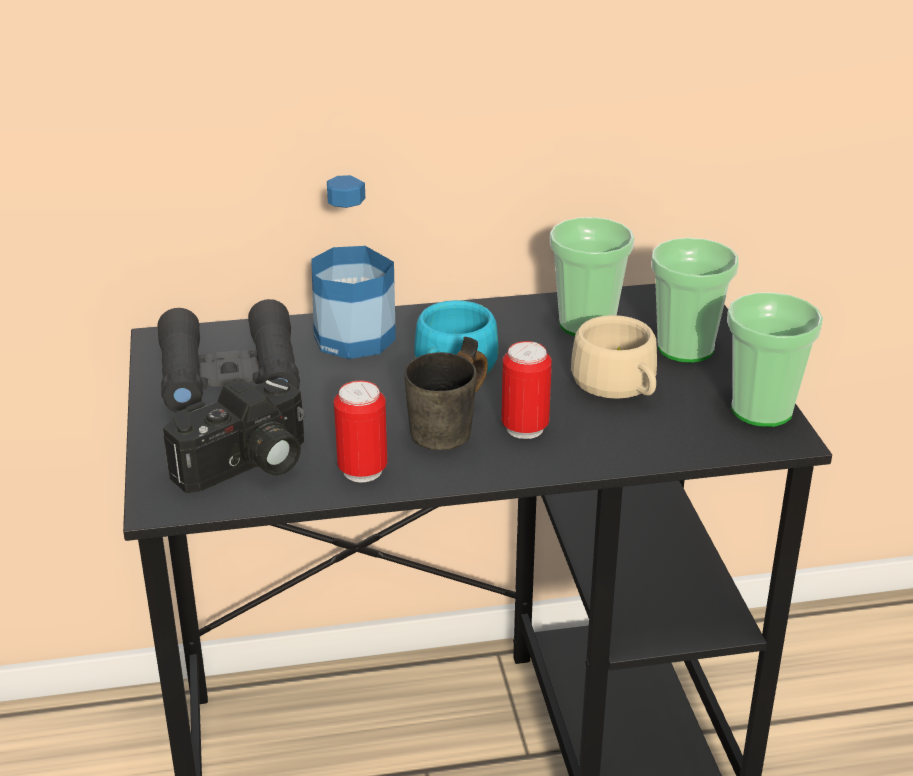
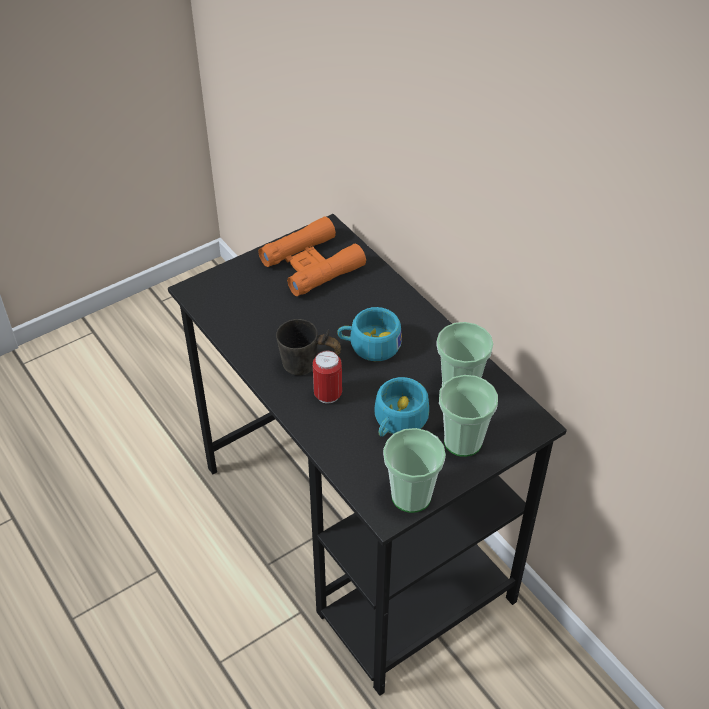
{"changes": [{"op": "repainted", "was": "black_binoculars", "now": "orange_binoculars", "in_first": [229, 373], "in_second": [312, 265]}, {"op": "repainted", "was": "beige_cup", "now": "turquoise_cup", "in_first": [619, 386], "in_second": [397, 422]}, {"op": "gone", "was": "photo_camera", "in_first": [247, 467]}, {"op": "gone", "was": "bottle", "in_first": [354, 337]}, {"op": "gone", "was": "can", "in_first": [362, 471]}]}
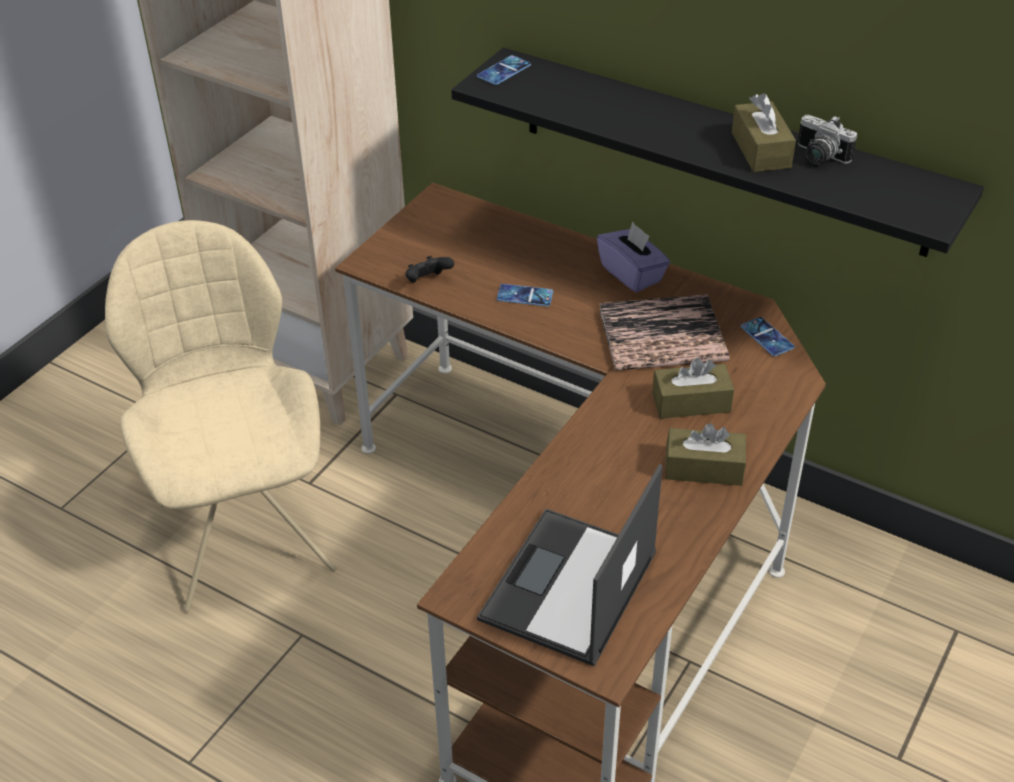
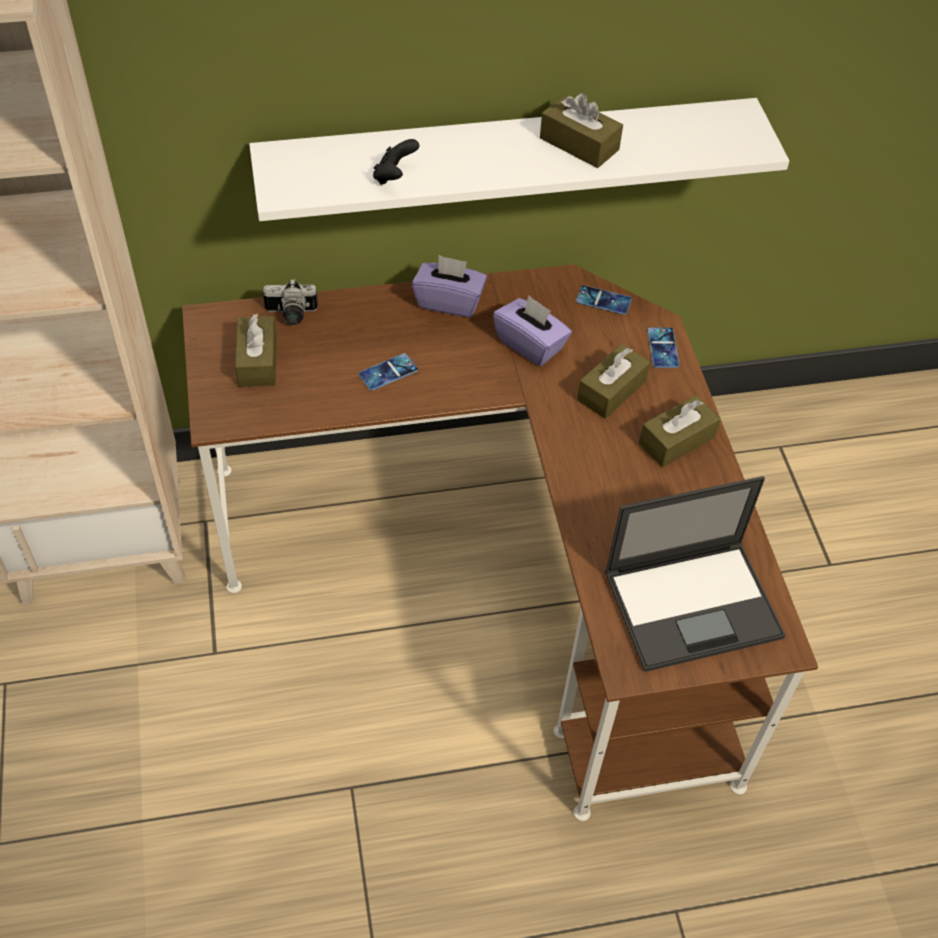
{"changes": [{"op": "new", "now": "brown_tissue_box", "in_second": [257, 361]}, {"op": "repainted", "was": "black_shelf", "now": "white_shelf", "in_first": [721, 151], "in_second": [507, 156]}, {"op": "shifted", "was": "photo_camera", "in_first": [818, 157], "in_second": [291, 315]}, {"op": "shifted", "was": "black_game_controller", "in_first": [428, 281], "in_second": [394, 176]}, {"op": "swapped", "was": "book", "now": "purple_tissue_box", "in_first": [662, 335], "in_second": [530, 344]}, {"op": "rotated", "was": "laptop", "in_first": [568, 588], "in_second": [694, 604], "clockwise": -90}, {"op": "shifted", "was": "phone", "in_first": [504, 71], "in_second": [663, 348]}, {"op": "gone", "was": "beige_chair", "in_first": [245, 531]}]}
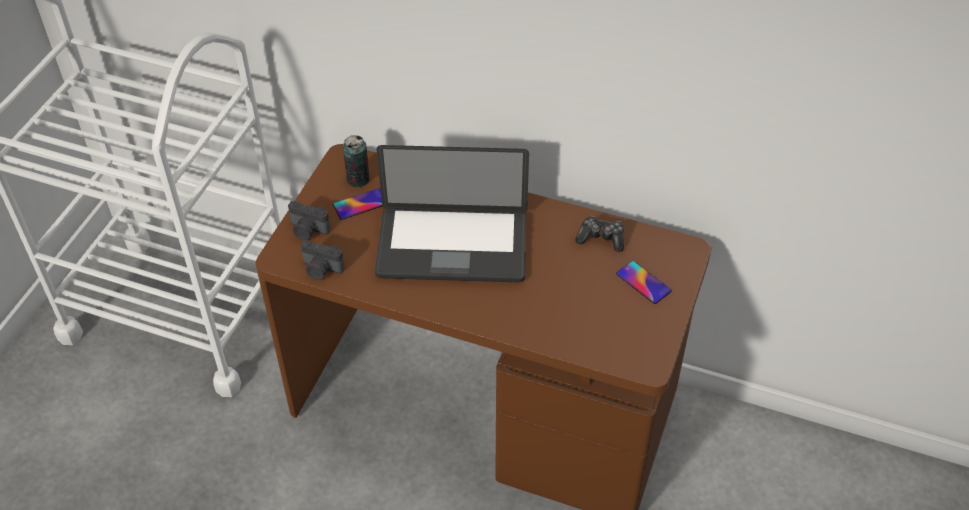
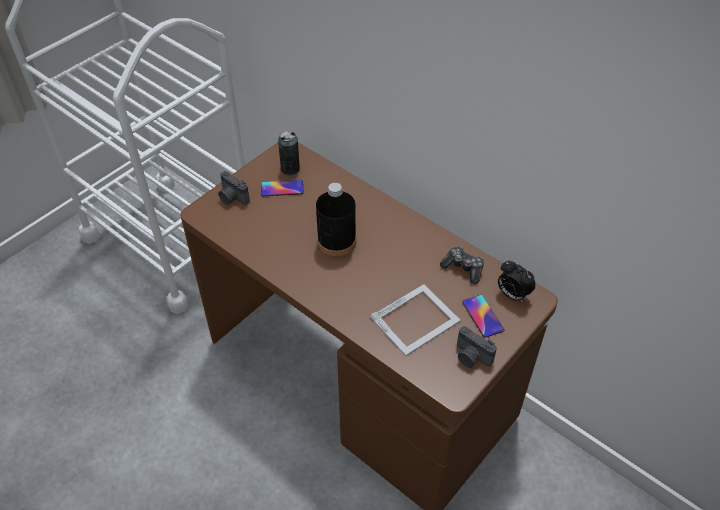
{"changes": [{"op": "swapped", "was": "laptop", "now": "black_bottle", "in_first": [452, 247], "in_second": [336, 241]}, {"op": "new", "now": "picture_frame", "in_second": [416, 319]}, {"op": "shifted", "was": "photo_camera", "in_first": [321, 270], "in_second": [471, 357]}, {"op": "new", "now": "alarm_clock", "in_second": [512, 294]}]}
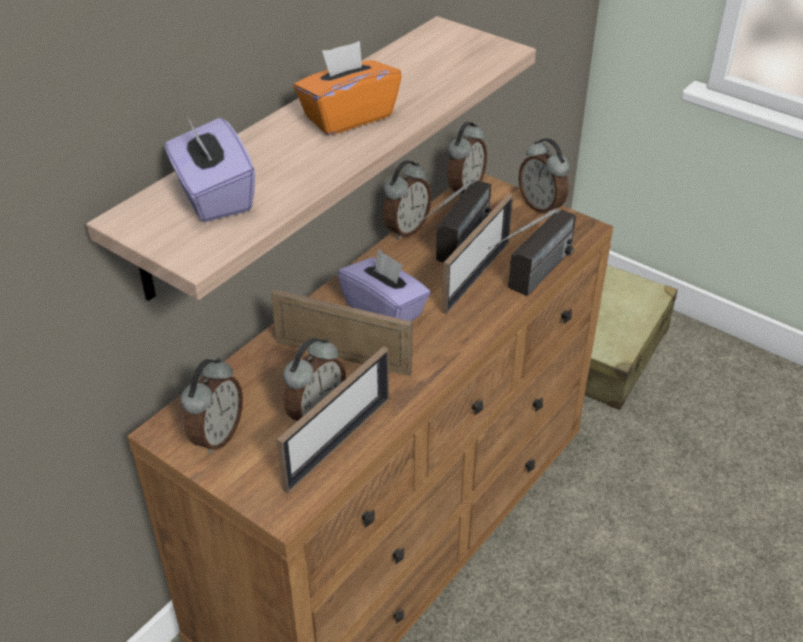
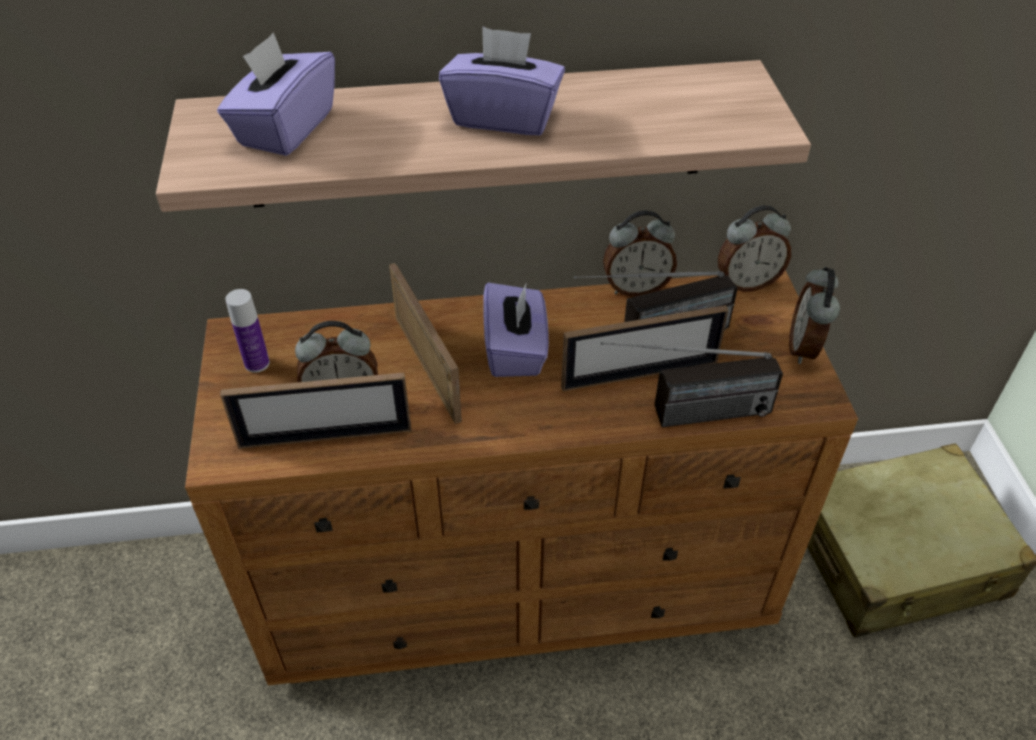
{"changes": [{"op": "swapped", "was": "alarm_clock", "now": "bottle", "in_first": [216, 436], "in_second": [257, 363]}, {"op": "repainted", "was": "orange_tissue_box", "now": "purple_tissue_box", "in_first": [348, 116], "in_second": [504, 117]}]}
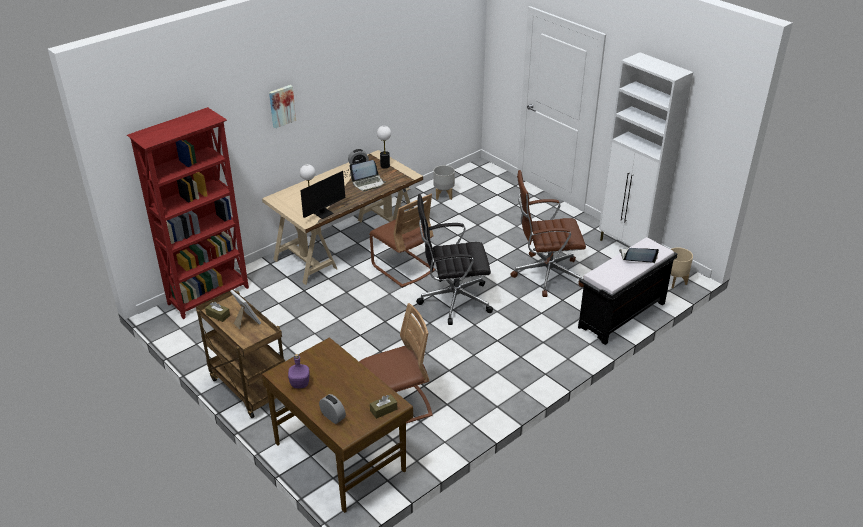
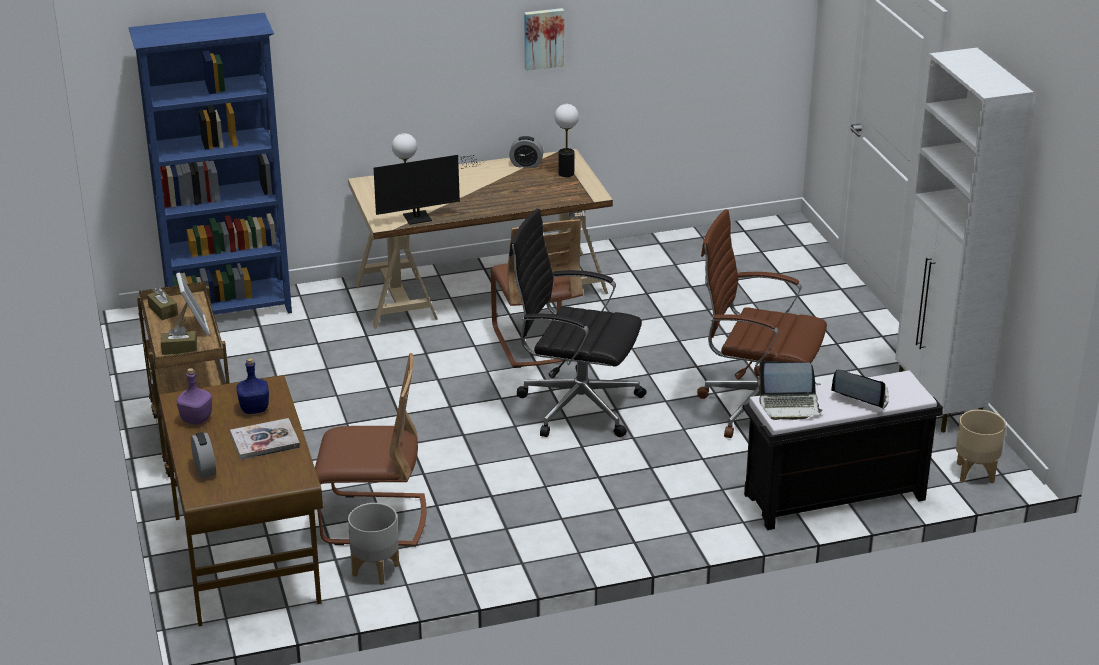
{"changes": [{"op": "repainted", "was": "red_bookcase", "now": "blue_bookcase", "in_first": [209, 296], "in_second": [230, 310]}, {"op": "shifted", "was": "brown_tissue_box", "in_first": [383, 410], "in_second": [179, 349]}, {"op": "new", "now": "book", "in_second": [265, 441]}, {"op": "new", "now": "blue_bottle", "in_second": [254, 409]}, {"op": "shifted", "was": "grey_planter", "in_first": [444, 195], "in_second": [376, 570]}, {"op": "shifted", "was": "picture", "in_first": [281, 106], "in_second": [543, 38]}, {"op": "shifted", "was": "laptop", "in_first": [368, 183], "in_second": [789, 405]}]}
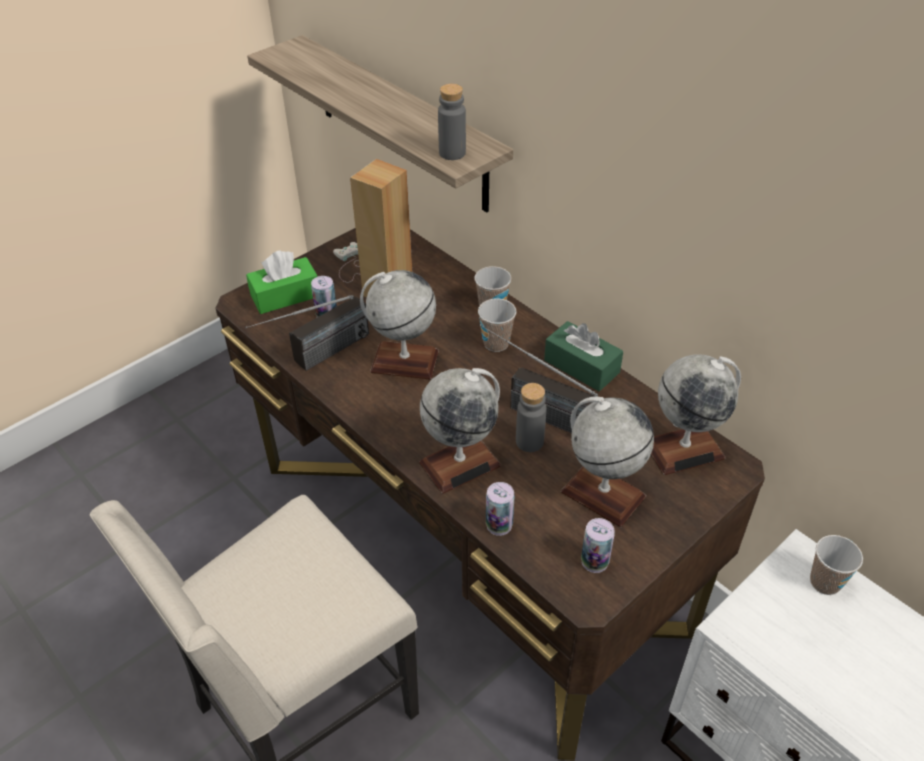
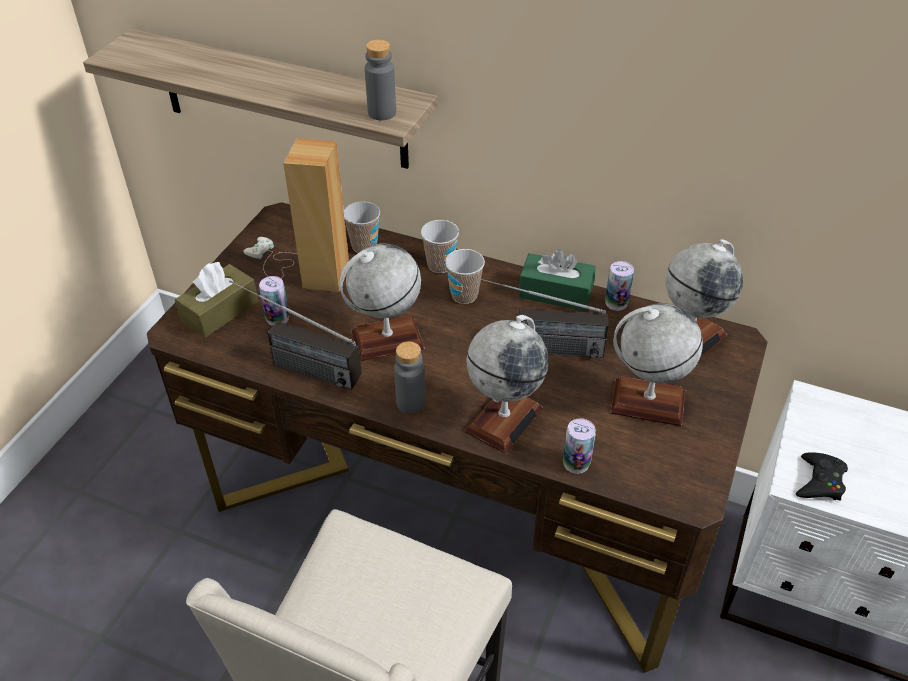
{"changes": [{"op": "repainted", "was": "green_tissue_box", "now": "brown_tissue_box", "in_first": [285, 296], "in_second": [220, 311]}, {"op": "rotated", "was": "radio", "in_first": [316, 358], "in_second": [295, 365], "clockwise": 90}, {"op": "shifted", "was": "cup", "in_first": [825, 582], "in_second": [364, 246]}, {"op": "shifted", "was": "grey_bottle", "in_first": [529, 441], "in_second": [411, 402]}, {"op": "shifted", "was": "can", "in_first": [594, 561], "in_second": [616, 303]}, {"op": "new", "now": "black_game_controller", "in_second": [820, 481]}]}
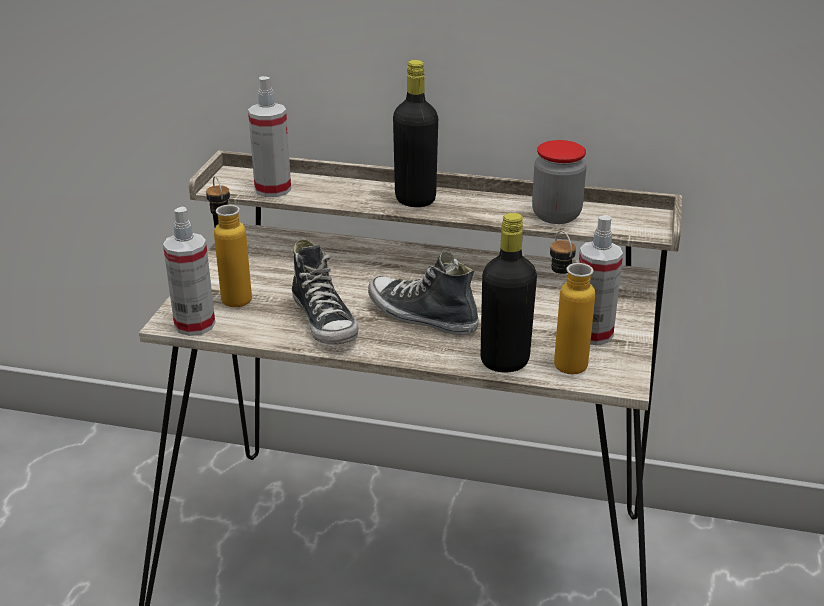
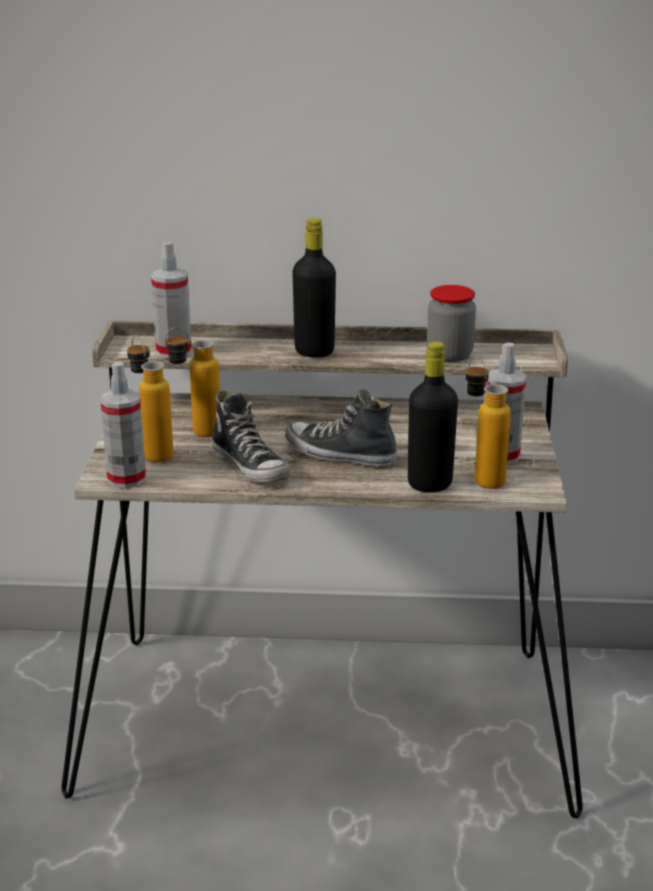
{"changes": [{"op": "new", "now": "bottle", "in_second": [195, 434]}]}
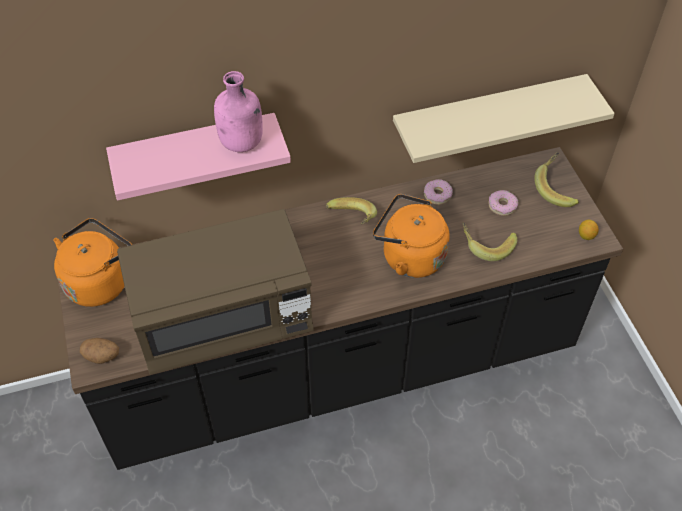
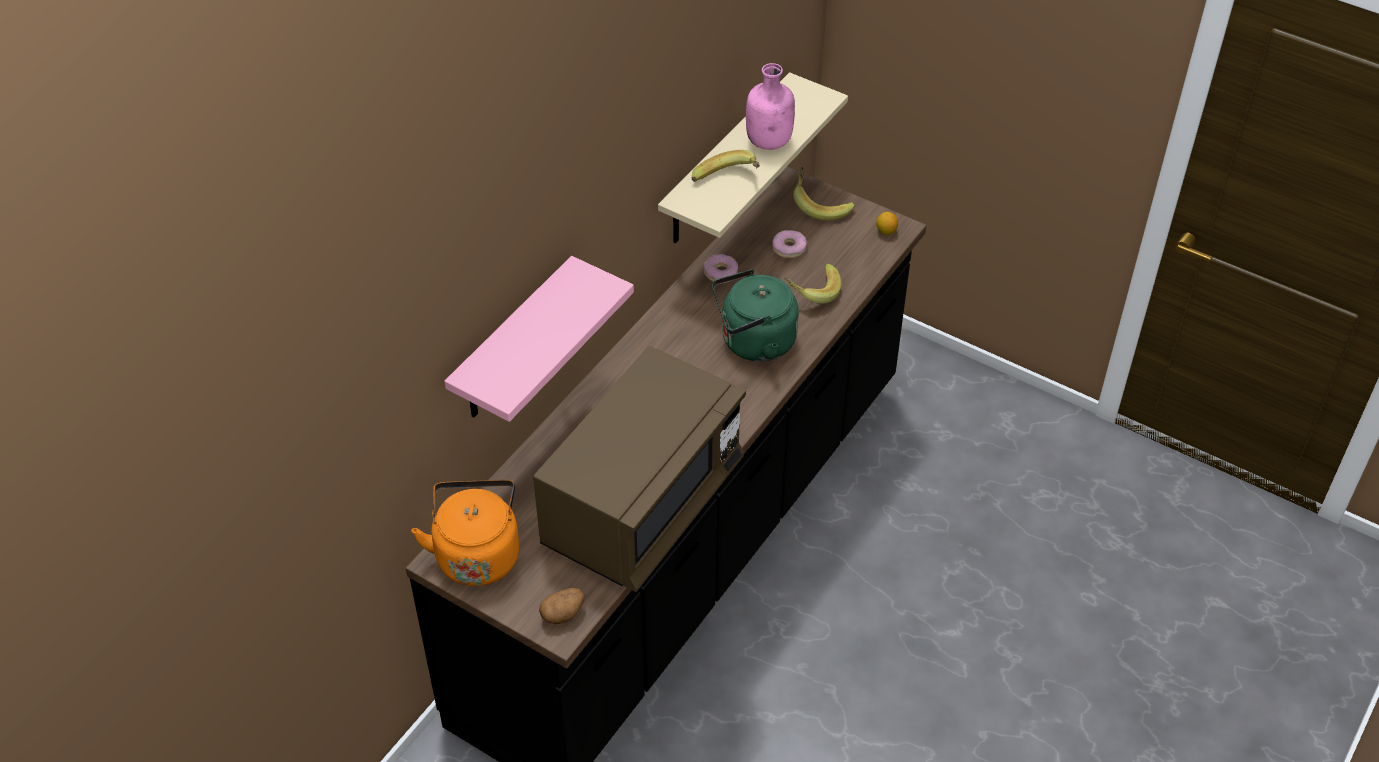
{"changes": [{"op": "shifted", "was": "banana", "in_first": [351, 221], "in_second": [728, 181]}, {"op": "repainted", "was": "orange_kettle", "now": "green_kettle", "in_first": [409, 256], "in_second": [753, 343]}, {"op": "shifted", "was": "pink_bottle", "in_first": [242, 143], "in_second": [770, 141]}]}
